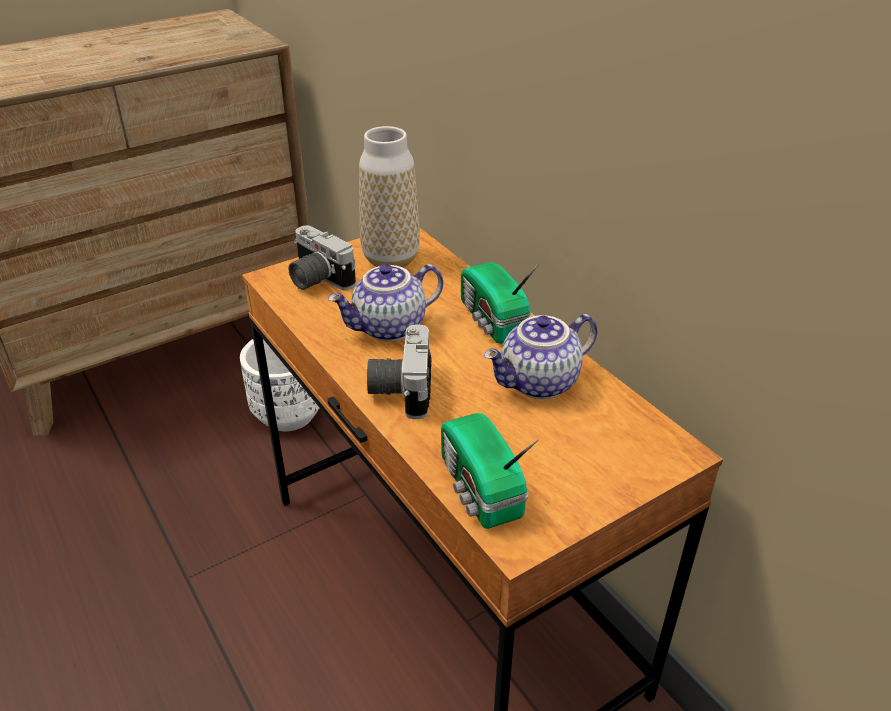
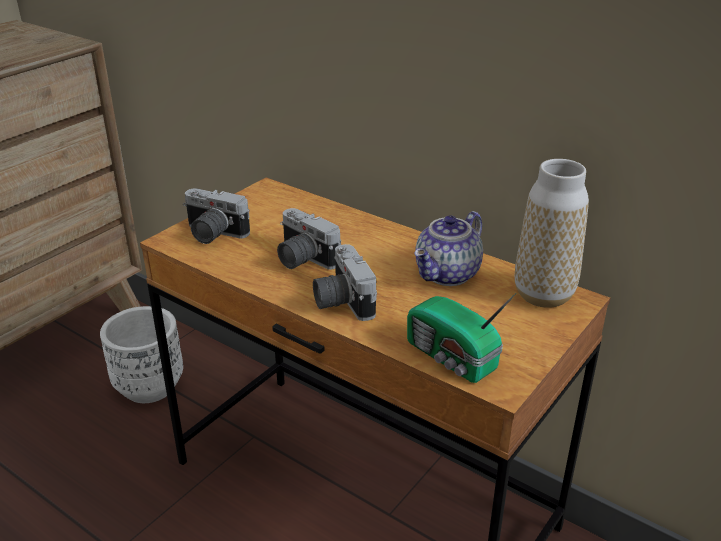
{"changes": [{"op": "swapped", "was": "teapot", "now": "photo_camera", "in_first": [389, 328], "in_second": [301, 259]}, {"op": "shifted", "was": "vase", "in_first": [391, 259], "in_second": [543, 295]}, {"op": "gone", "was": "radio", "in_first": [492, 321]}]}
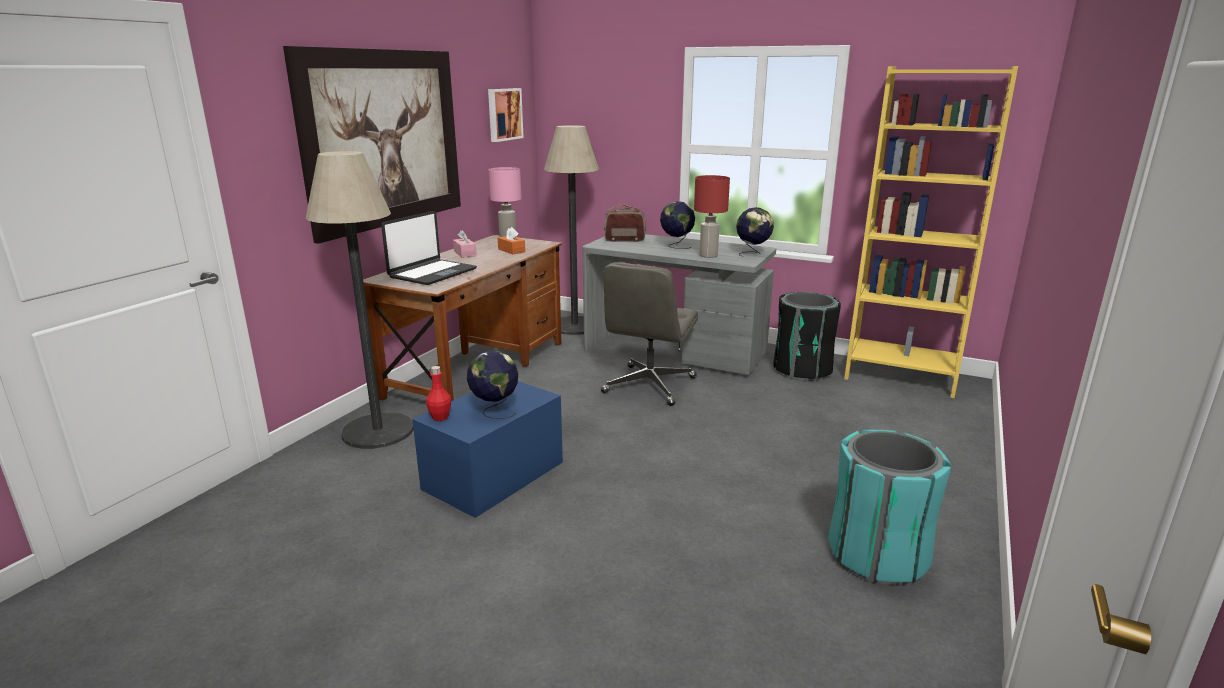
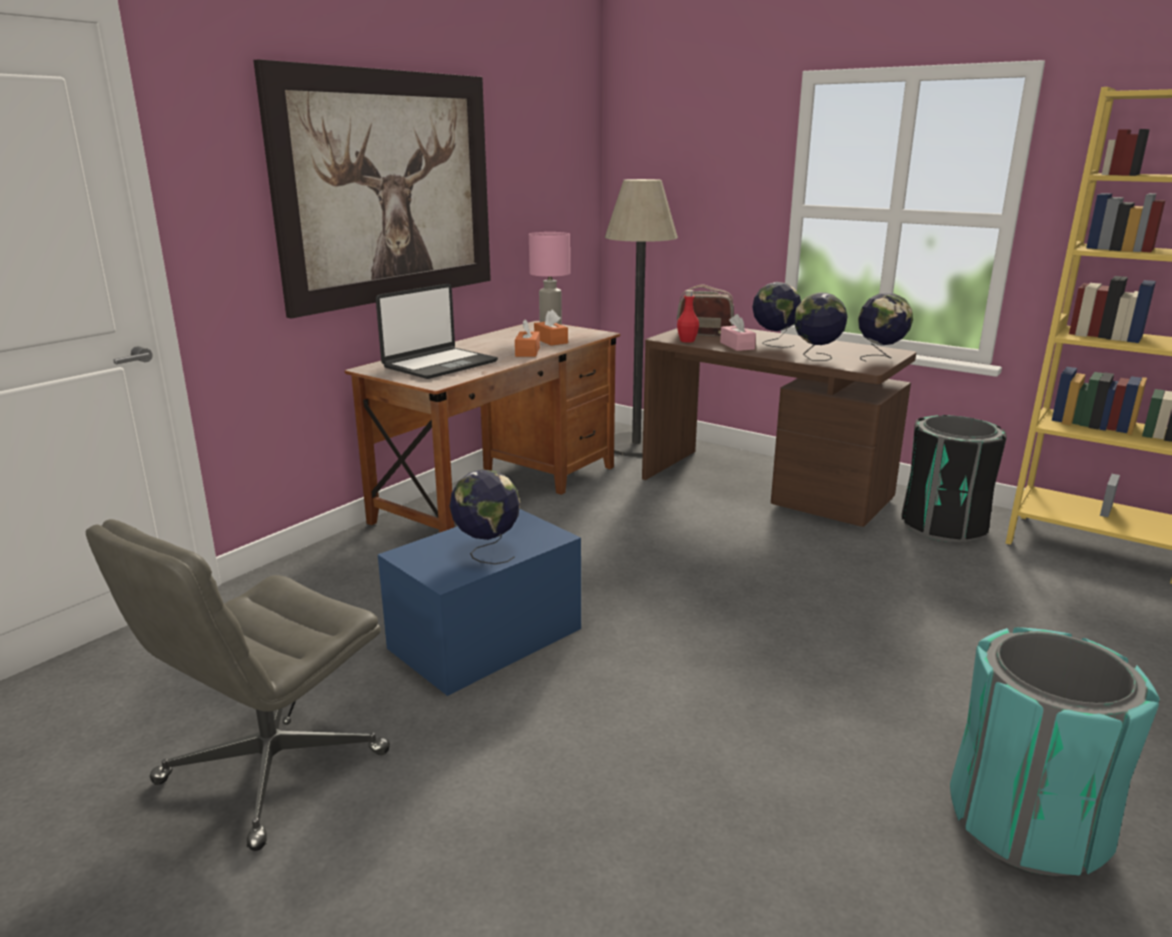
{"changes": [{"op": "shifted", "was": "grey_office_chair", "in_first": [649, 386], "in_second": [271, 769]}, {"op": "new", "now": "orange_tissue_box", "in_second": [527, 352]}, {"op": "repainted", "was": "grey_desk", "now": "brown_desk", "in_first": [675, 351], "in_second": [765, 487]}, {"op": "shifted", "was": "red_bottle", "in_first": [440, 417], "in_second": [687, 341]}, {"op": "shifted", "was": "pink_tissue_box", "in_first": [465, 253], "in_second": [737, 346]}, {"op": "swapped", "was": "red_table_lamp", "now": "globe", "in_first": [708, 256], "in_second": [816, 358]}, {"op": "gone", "was": "floor_lamp", "in_first": [378, 431]}, {"op": "gone", "was": "picture", "in_first": [503, 114]}]}
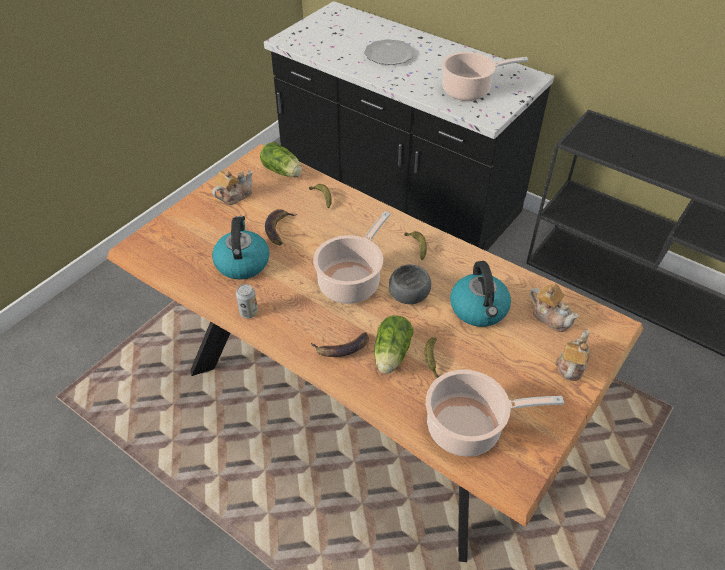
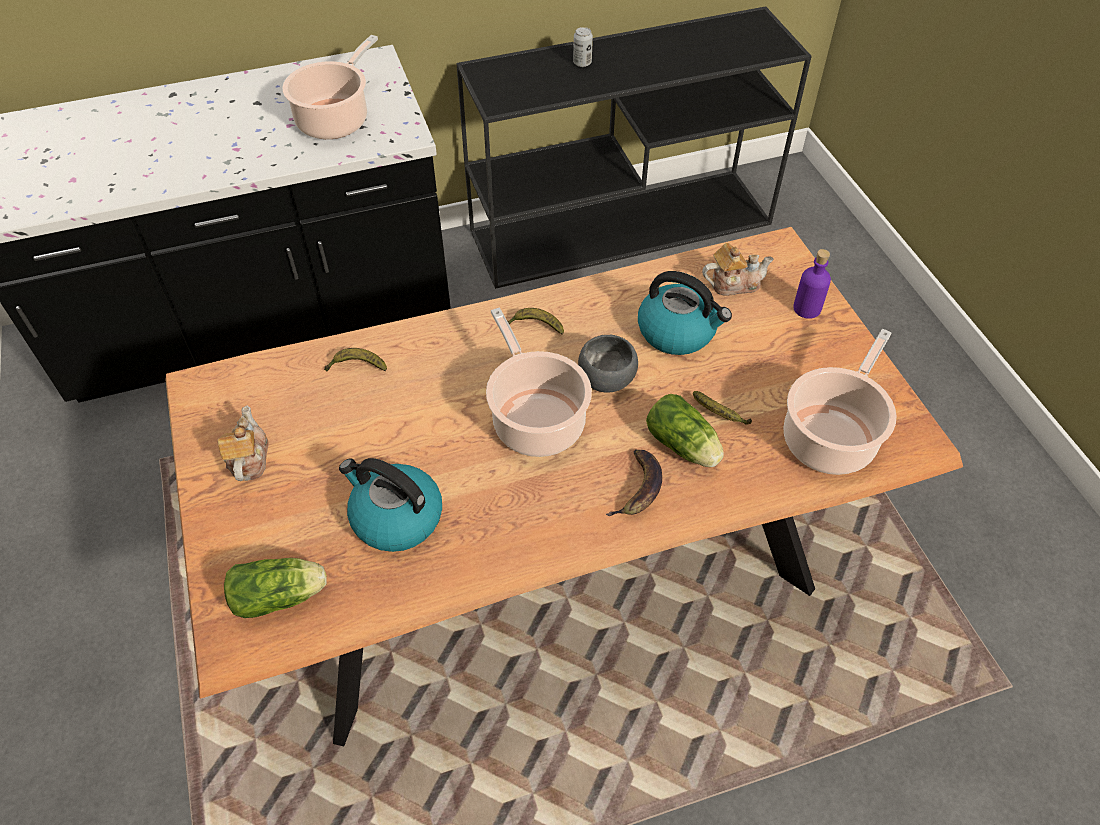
{"changes": [{"op": "shifted", "was": "lettuce", "in_first": [283, 172], "in_second": [282, 596]}, {"op": "shifted", "was": "can", "in_first": [249, 312], "in_second": [582, 63]}, {"op": "swapped", "was": "teapot", "now": "purple_bottle", "in_first": [571, 365], "in_second": [806, 308]}, {"op": "gone", "was": "banana", "in_first": [278, 229]}, {"op": "gone", "was": "plate", "in_first": [390, 54]}]}
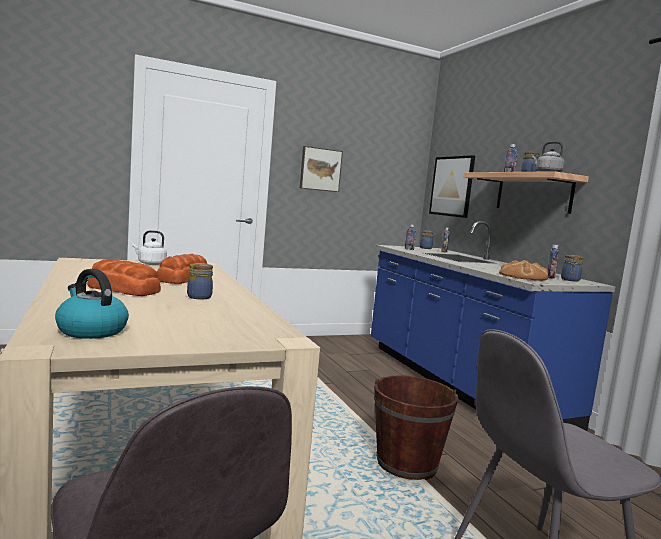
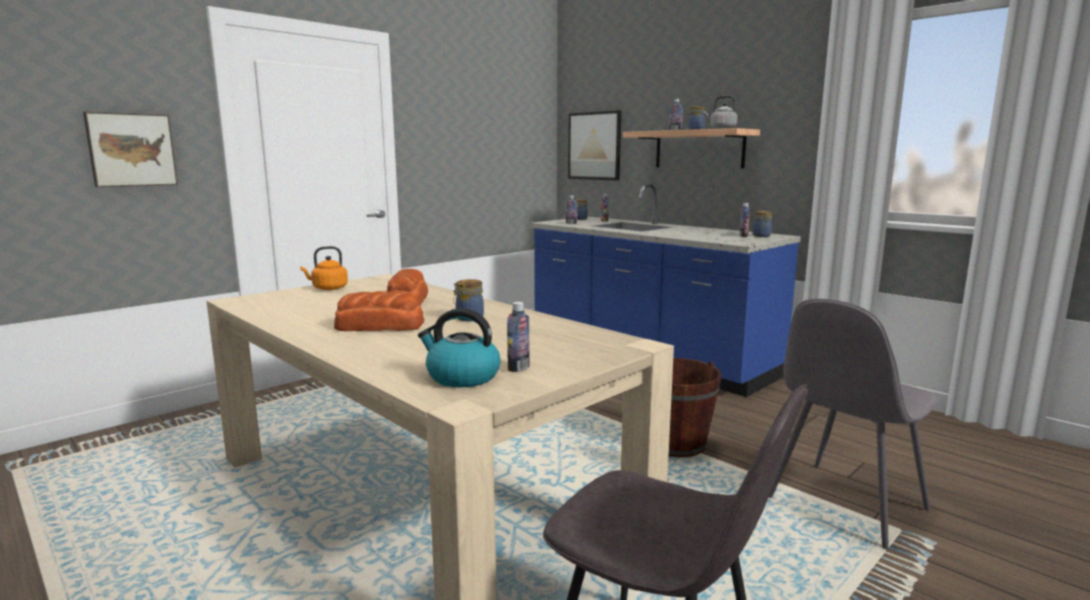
{"changes": [{"op": "shifted", "was": "picture", "in_first": [320, 169], "in_second": [131, 150]}, {"op": "repainted", "was": "white_kettle", "now": "orange_kettle", "in_first": [150, 264], "in_second": [328, 288]}, {"op": "new", "now": "bottle", "in_second": [518, 368]}, {"op": "gone", "was": "bread", "in_first": [522, 276]}]}
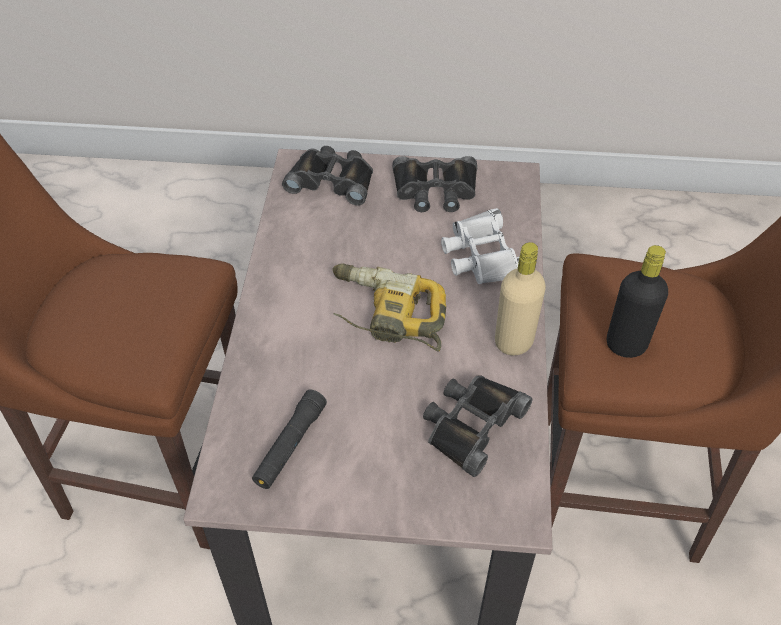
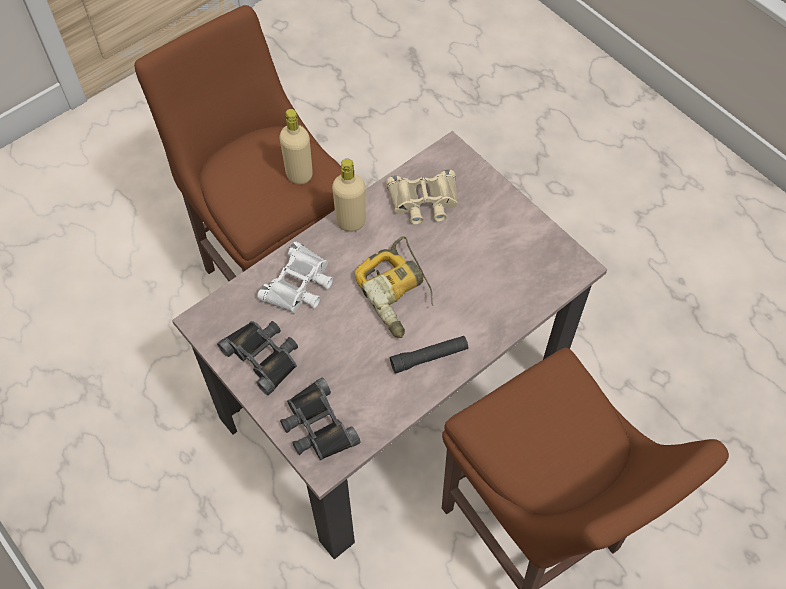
{"changes": [{"op": "repainted", "was": "black_bottle", "now": "beige_bottle", "in_first": [626, 344], "in_second": [299, 174]}, {"op": "repainted", "was": "black_binoculars", "now": "beige_binoculars", "in_first": [471, 424], "in_second": [424, 201]}, {"op": "shifted", "was": "black_flashlight", "in_first": [290, 445], "in_second": [429, 357]}]}
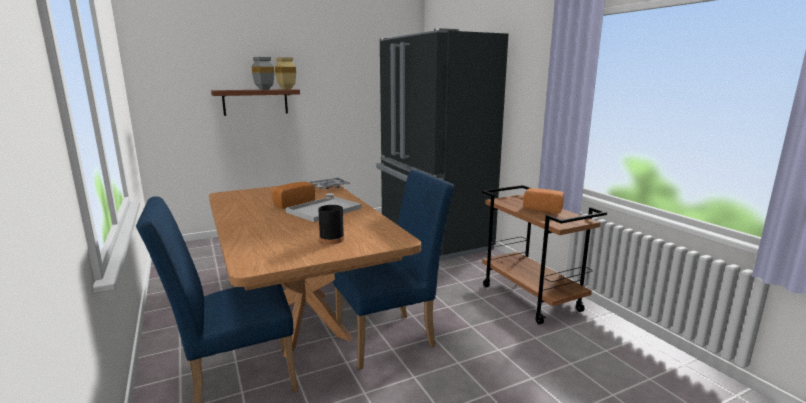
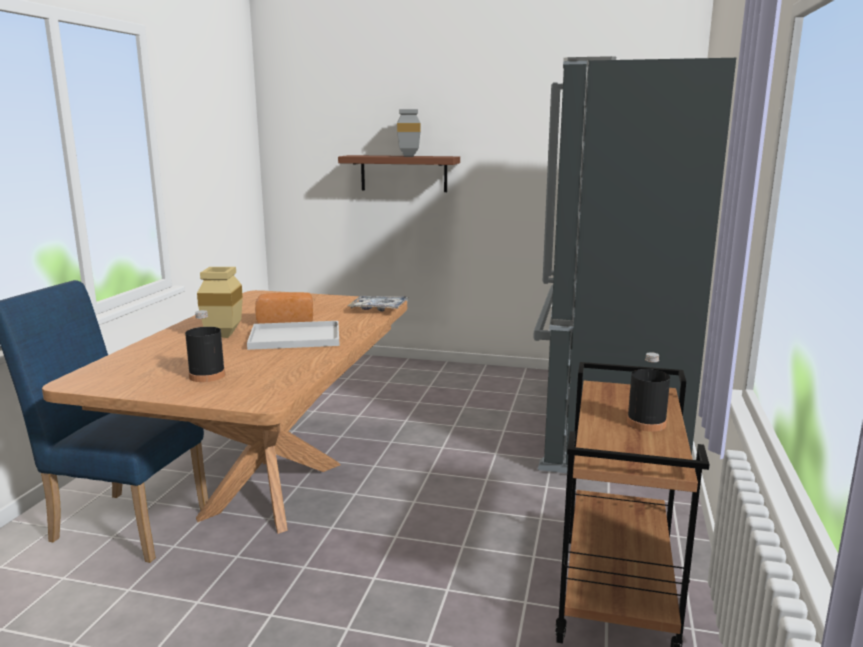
{"changes": [{"op": "shifted", "was": "beige_vase", "in_first": [285, 89], "in_second": [223, 335]}, {"op": "swapped", "was": "bread", "now": "black_bottle", "in_first": [543, 208], "in_second": [646, 423]}, {"op": "gone", "was": "blue_chair", "in_first": [392, 338]}]}
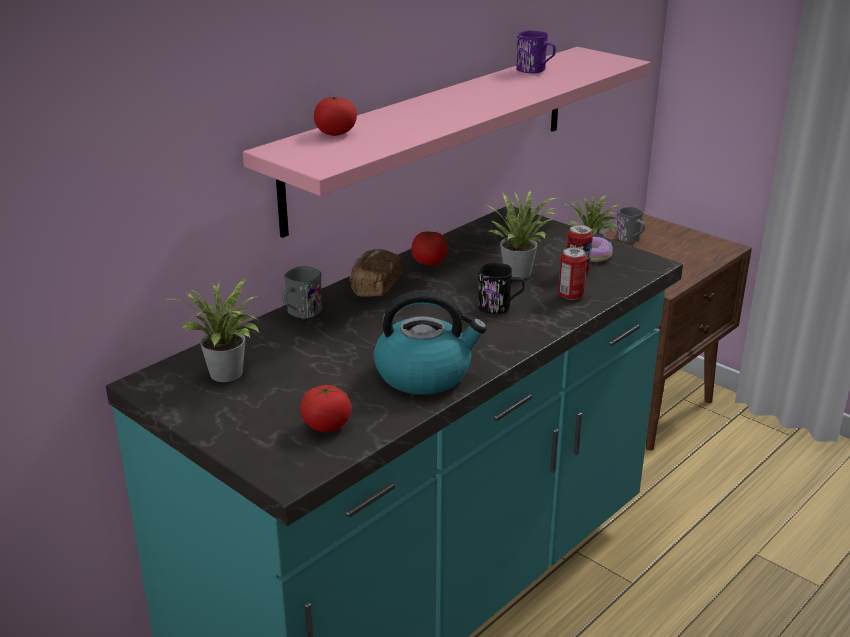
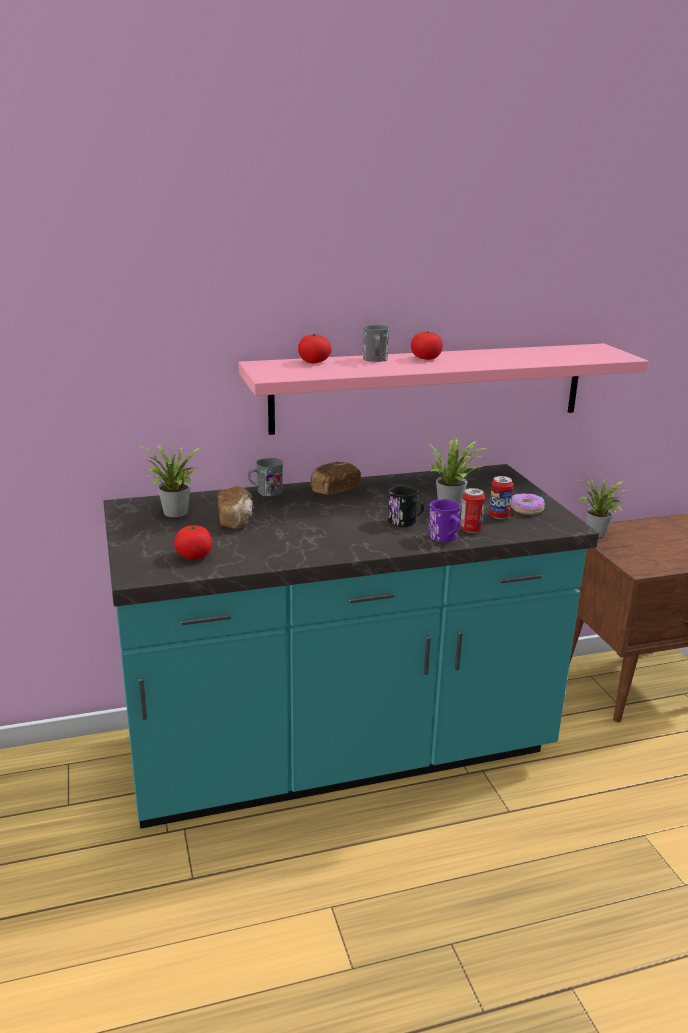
{"changes": [{"op": "new", "now": "bread", "in_second": [236, 520]}, {"op": "shifted", "was": "grey_mug", "in_first": [630, 239], "in_second": [375, 360]}, {"op": "shifted", "was": "tomato", "in_first": [429, 262], "in_second": [425, 358]}, {"op": "shifted", "was": "purple_mug", "in_first": [535, 70], "in_second": [445, 539]}, {"op": "gone", "was": "kettle", "in_first": [425, 374]}]}
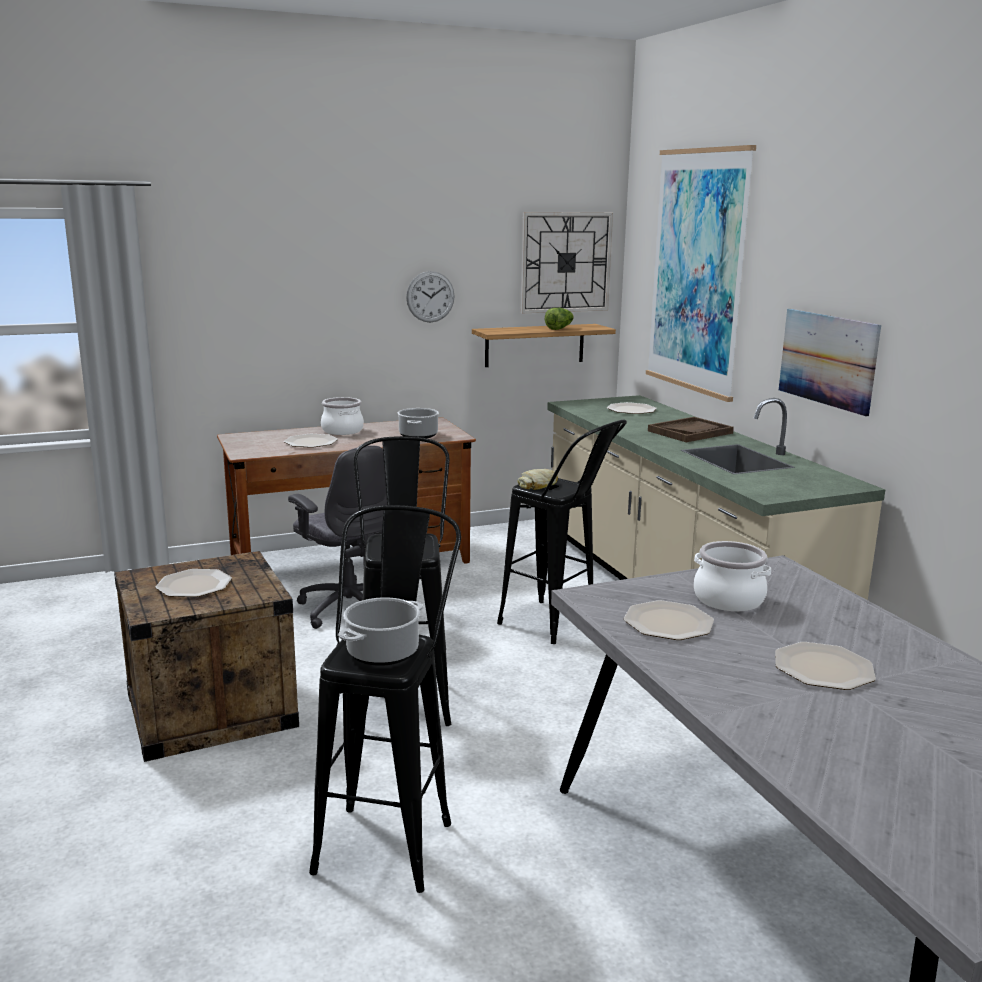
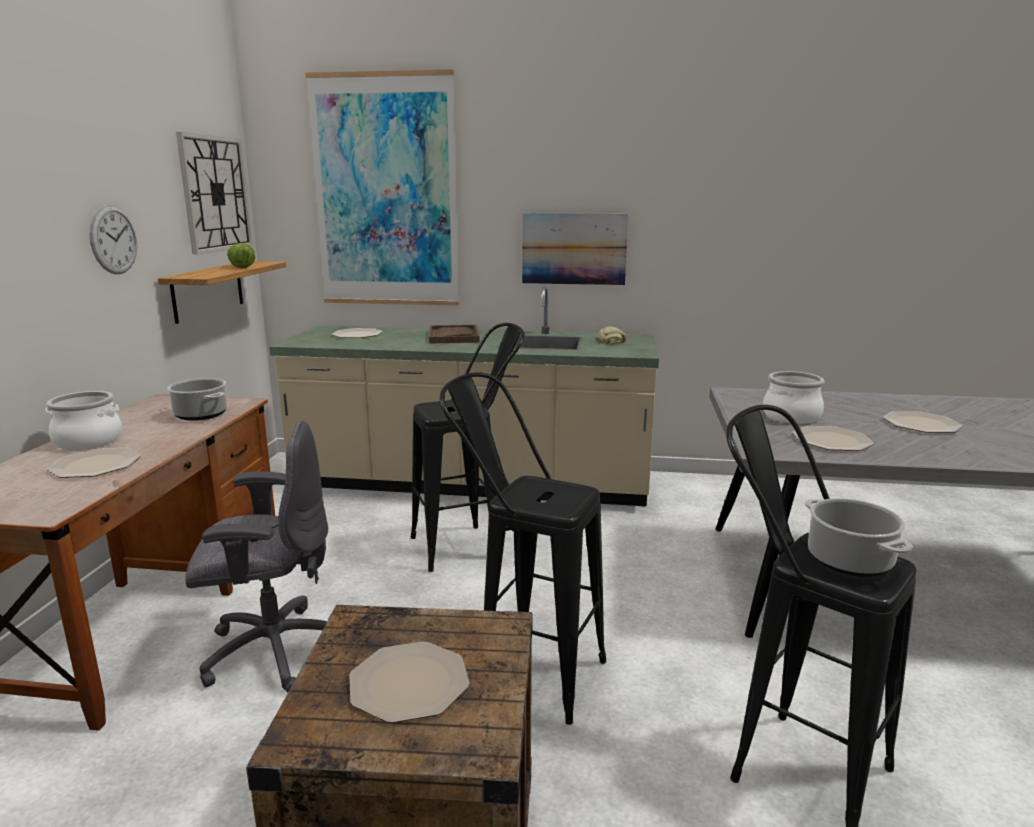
{"changes": [{"op": "shifted", "was": "bread", "in_first": [539, 485], "in_second": [611, 340]}]}
